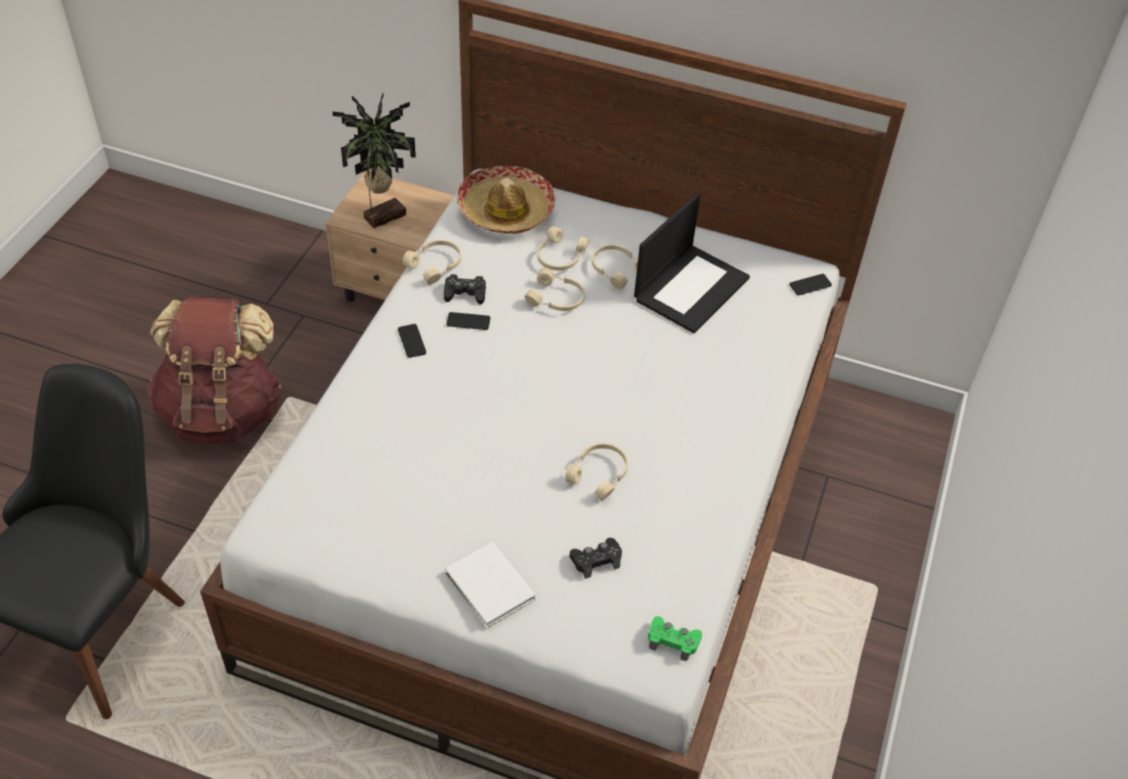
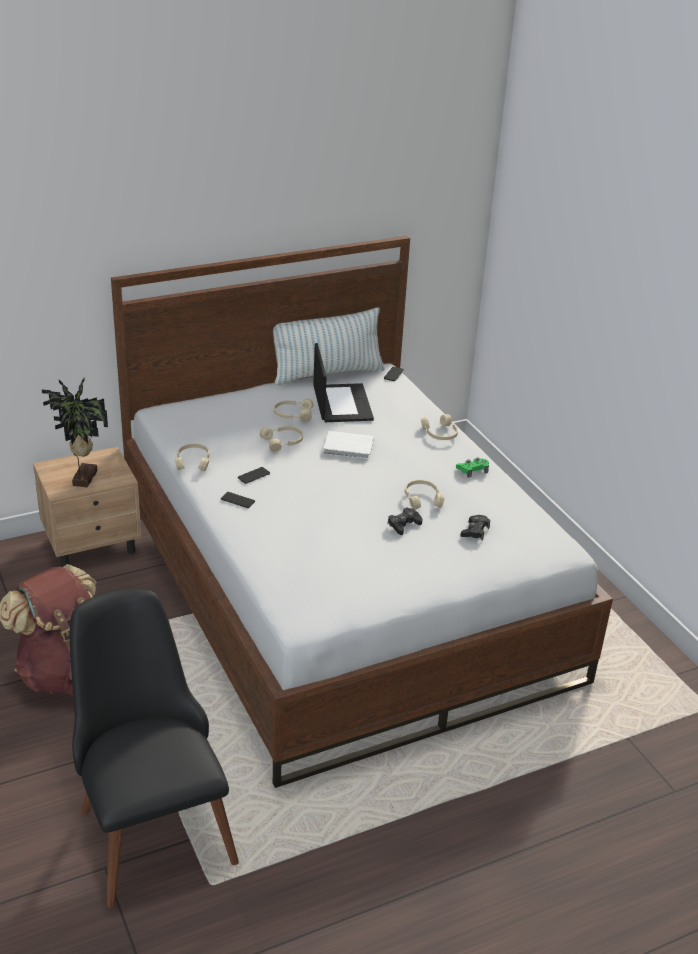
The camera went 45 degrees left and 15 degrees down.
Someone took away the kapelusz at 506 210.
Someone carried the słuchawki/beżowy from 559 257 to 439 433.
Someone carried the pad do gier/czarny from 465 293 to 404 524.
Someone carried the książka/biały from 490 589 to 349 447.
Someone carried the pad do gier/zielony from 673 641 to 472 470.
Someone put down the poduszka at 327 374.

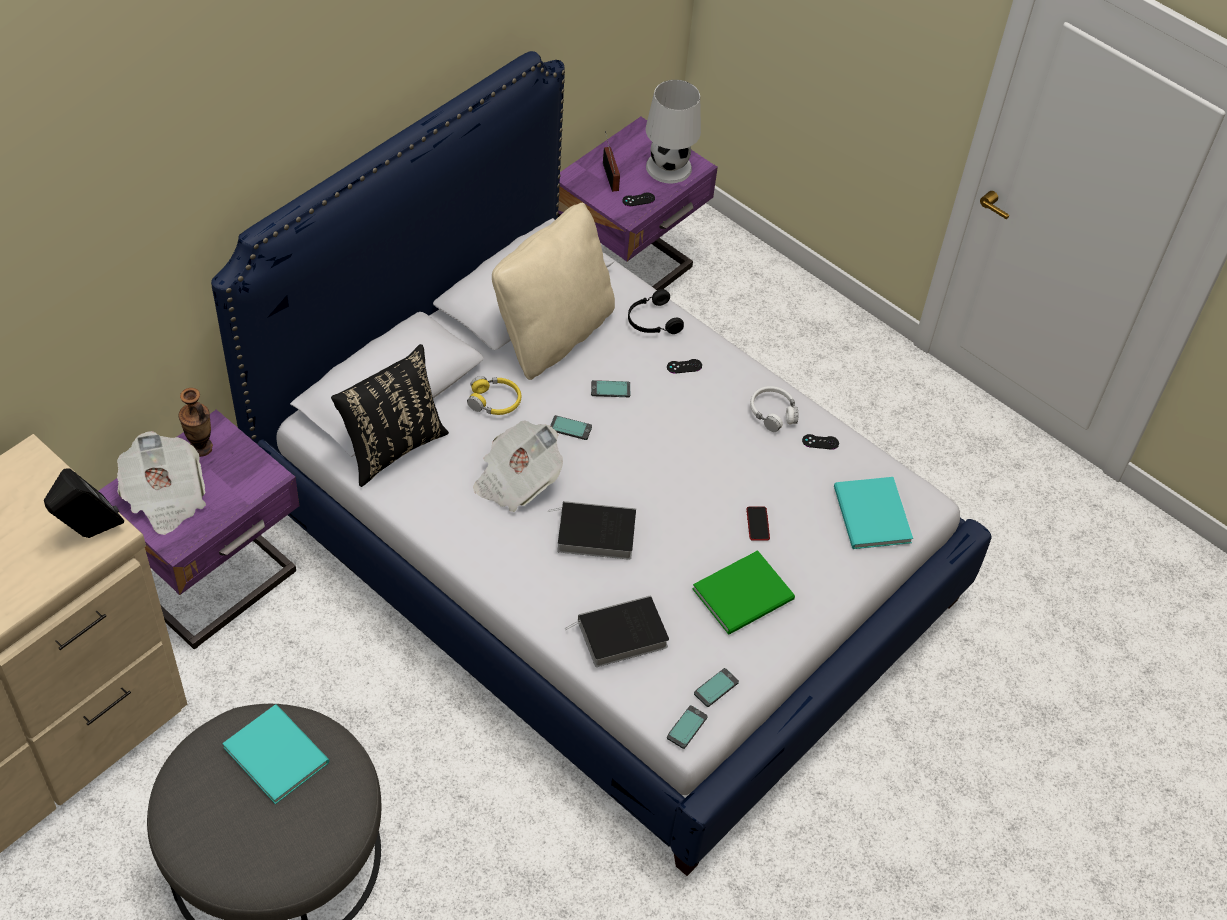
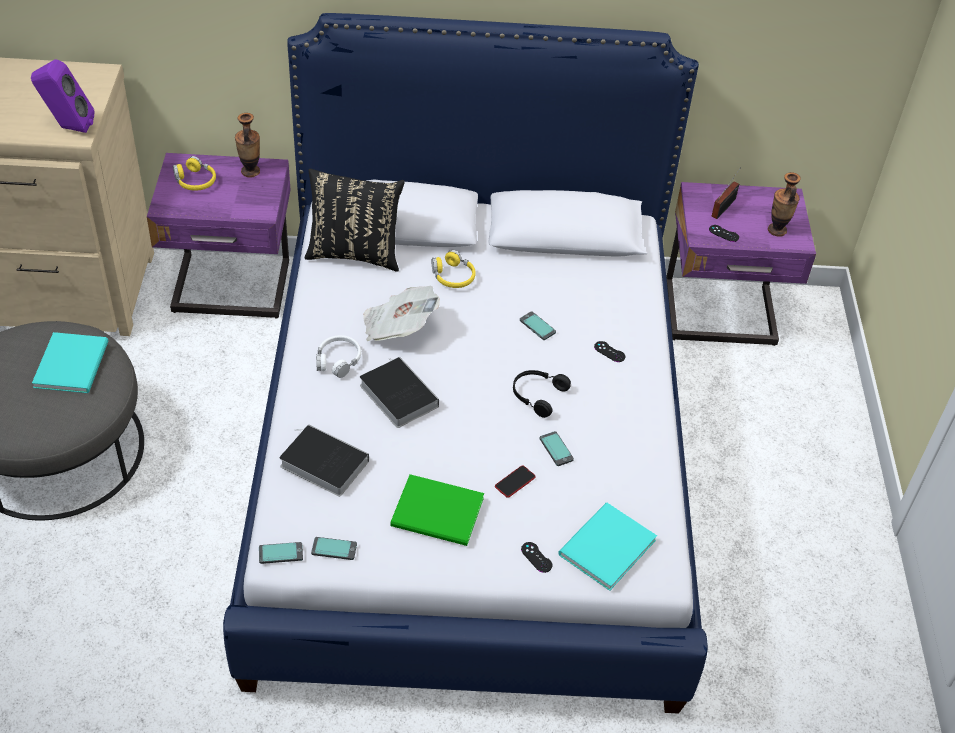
The camera went 50 degrees right and 5 degrees down.
Someone swapped the lampa stołowa/biały at 669 167 for the wazon at 777 230.
Someone took away the poduszka/beżowy at 553 334.
Someone carried the słuchawki/czarny from 652 321 to 537 395.
Someone carried the słuchawki/biały from 773 413 to 338 360.
Someone carried the telefon from 570 428 to 556 449.
Someone swapped the gazeta at 165 497 for the słuchawki/żółty at 195 181.
Someone carried the pad do gier/czarny from 820 442 to 536 557.
Someone repainted the głośnik/czarny at 90 533, which became the głośnik/fioletowy at 68 128.

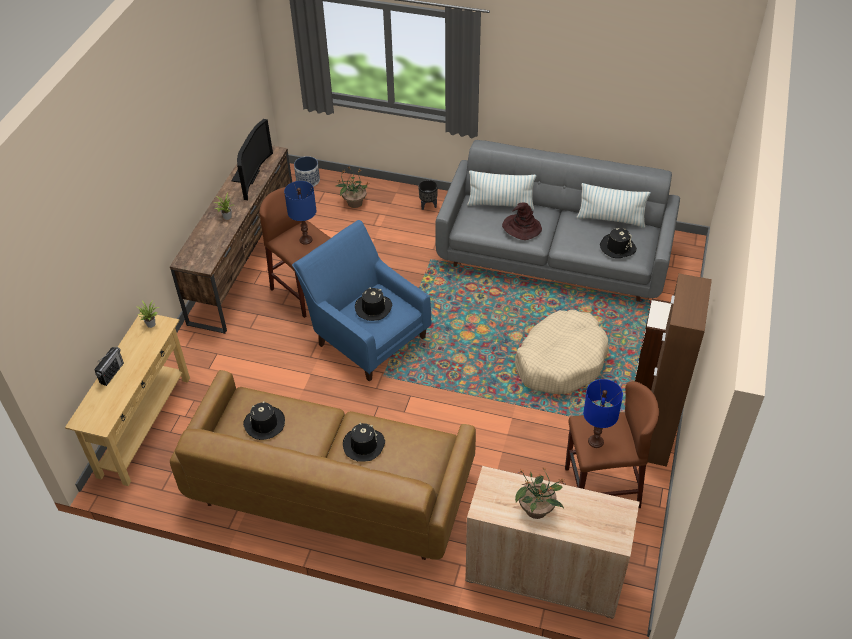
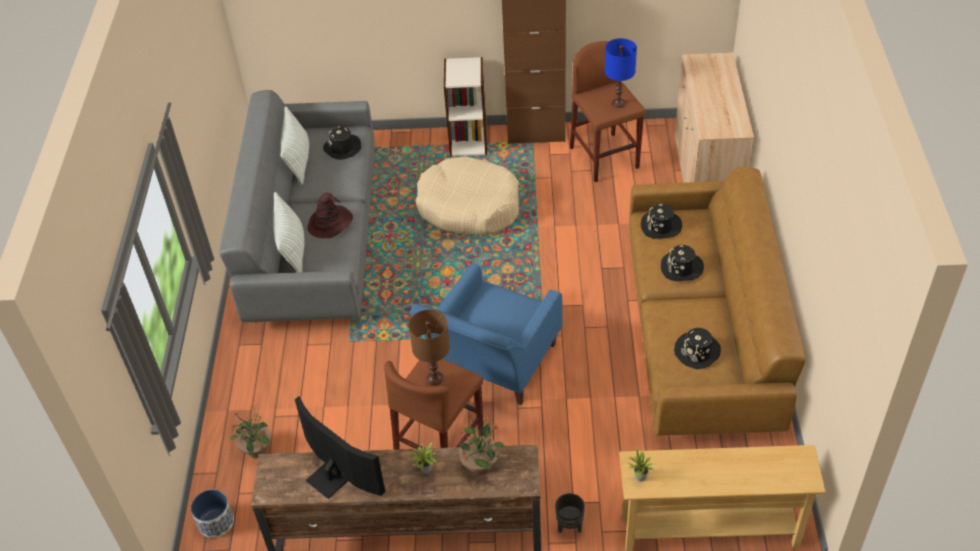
The camera went 105 degrees left and 0 degrees up.
Someone rotated the telewizor at 249 176 by 45 degrees clockwise.
Someone carried the donica/czarny from 428 205 to 570 526.
Someone repainted the lampa stołowa/niebieski at 305 240, which became the lampa stołowa/brązowy at 435 378.
Someone carried the kapelusz/czarny from 373 308 to 661 226.
Someone took away the radio at 112 373.
Someone carried the roślina doniczkowa from 537 509 to 480 464.

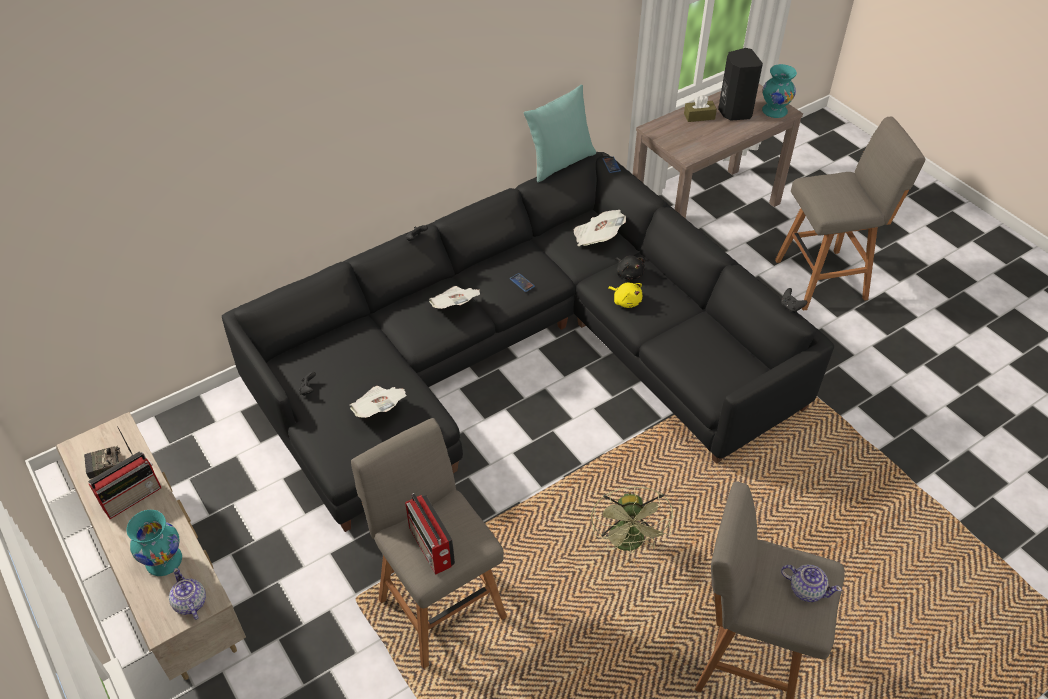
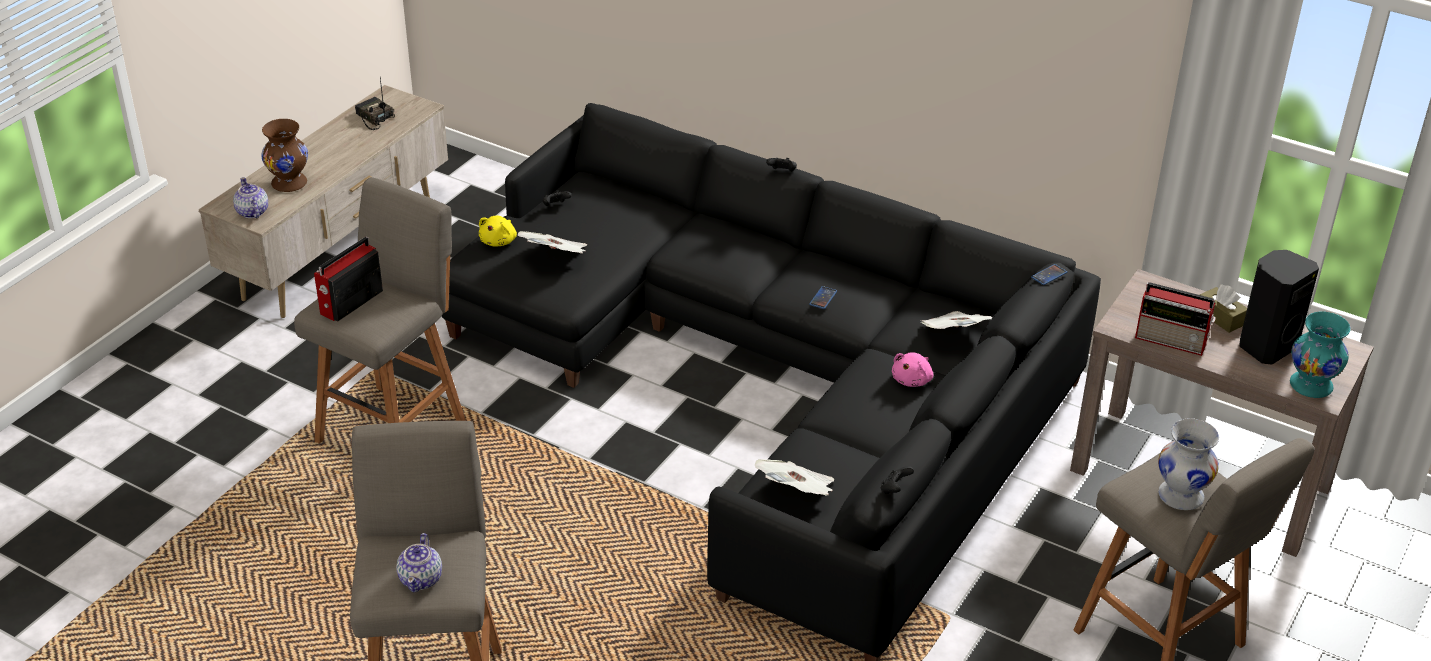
The camera went 65 degrees right and 10 degrees down.
Someone took away the poduszka/turkusowy at 560 163.
Someone repainted the pluszak/czarny at 629 273, which became the pluszak/różowy at 912 380.
Someone carried the pluszak/żółty from 626 301 to 499 241.
Someone carried the gazeta from 455 306 to 797 492.
Someone carried the radio from 133 496 to 1172 341.
Someone took away the wentylator/zielony at 629 543.
Someone repainted the wazon/turkusowy at 163 561, which became the wazon/brązowy at 288 183.
Someone rotated the imbryk at 190 603 by 60 degrees counterclockwise.
Someone put down the wazon/biały at 1180 495.

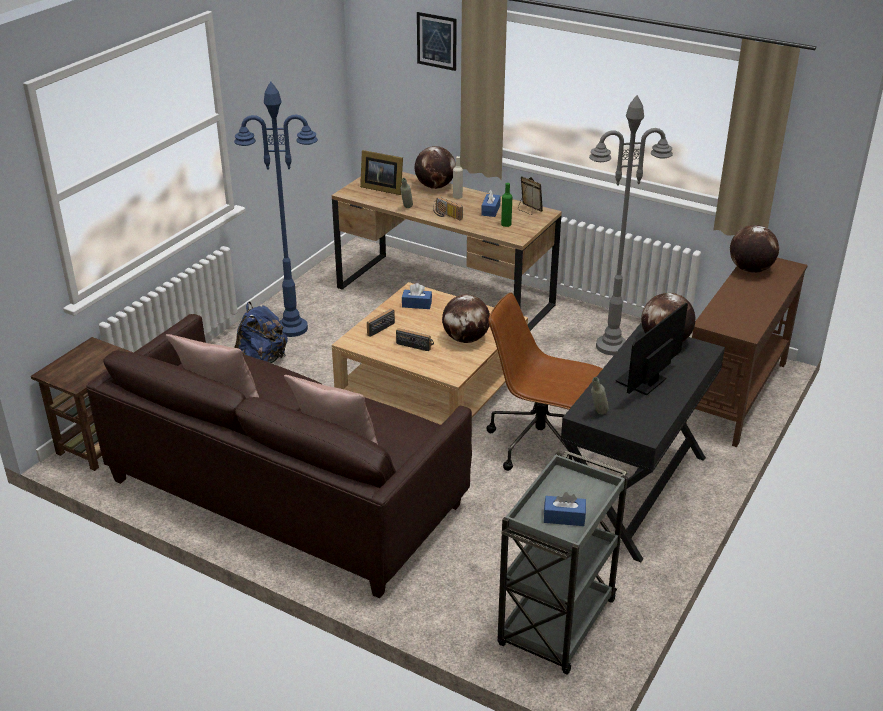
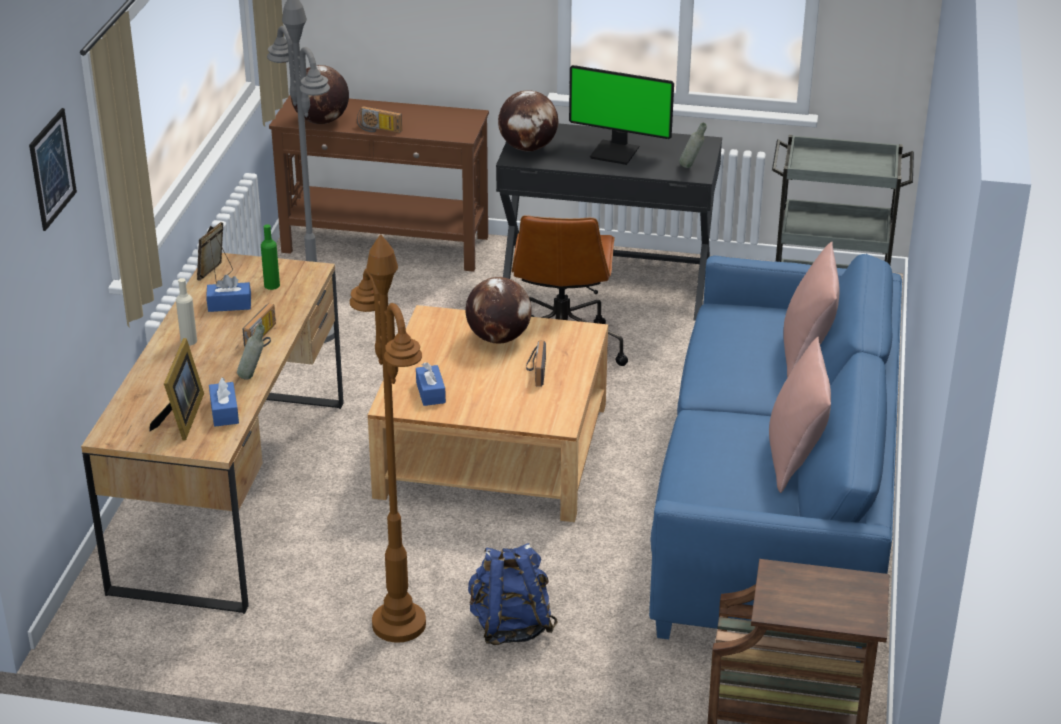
The camera went 110 degrees left and 0 degrees up.
Someone repainted the lampa stojąca/niebieski at 292 328, which became the lampa stojąca/brązowy at 398 623.
Someone took away the globus at 435 186.
Someone carried the radio from 379 327 to 378 129.
Someone repainted the kanapa/brązowy at 285 491, which became the kanapa/niebieski at 776 510.
Someone carried the pudełko chusteczek/niebieski from 564 517 to 224 412.

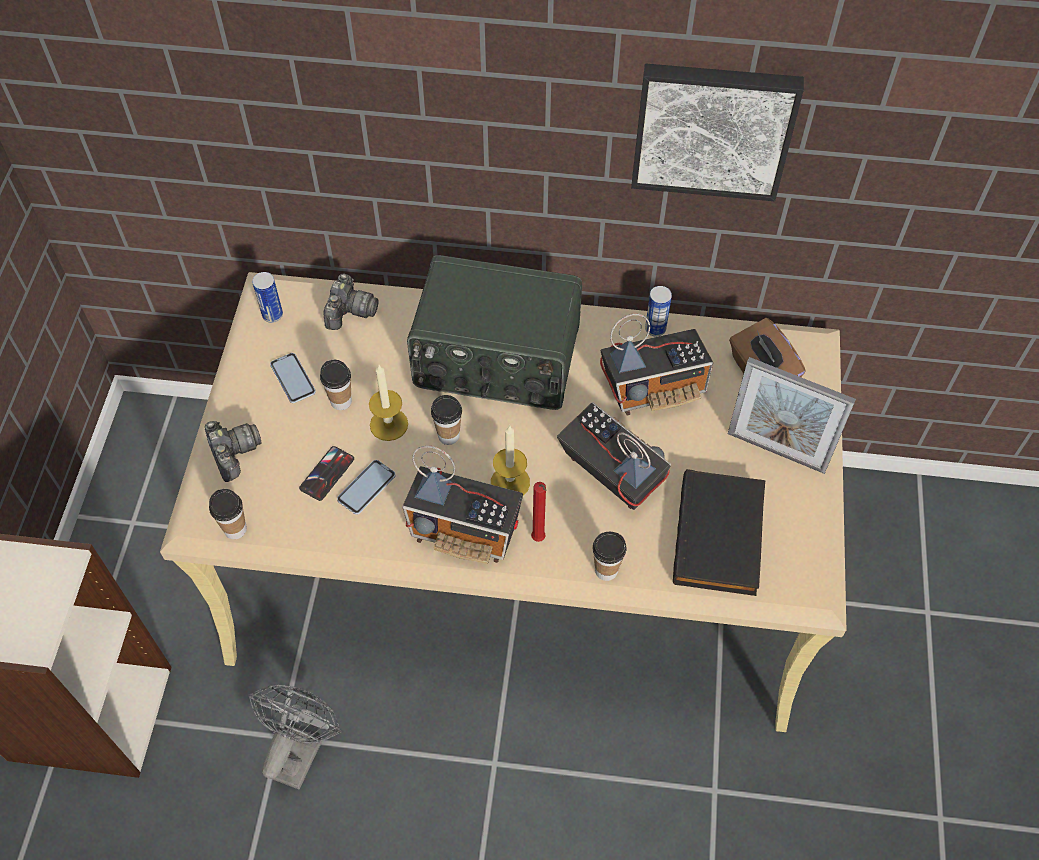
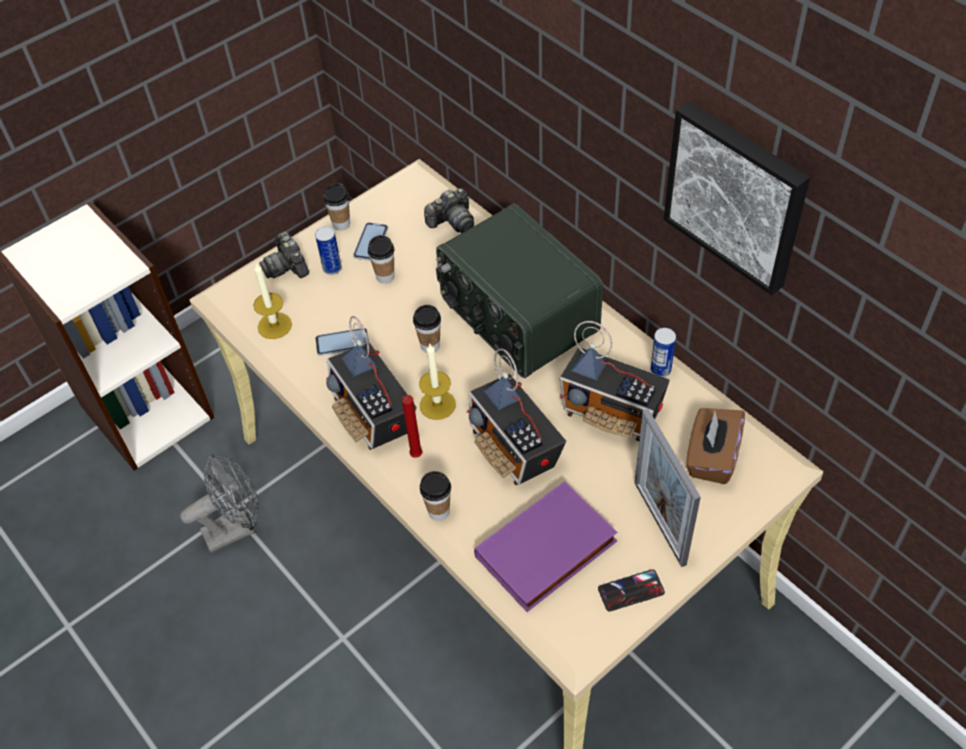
The camera went 45 degrees right and 5 degrees down.
Someone carried the puszka from 272 315 to 332 268.
Someone carried the świeca from 389 424 to 274 325.
Someone rotated the radio at 611 473 by 150 degrees clockwise.
Someone rotated the aparat fotograficzny at 233 454 by 135 degrees clockwise.
Someone carried the telefon from 327 474 to 631 591.
Someone repainted the książka/czarny at 721 537, which became the książka/fioletowy at 547 552.
Someone carried the filiżanka from 235 529 to 341 224.

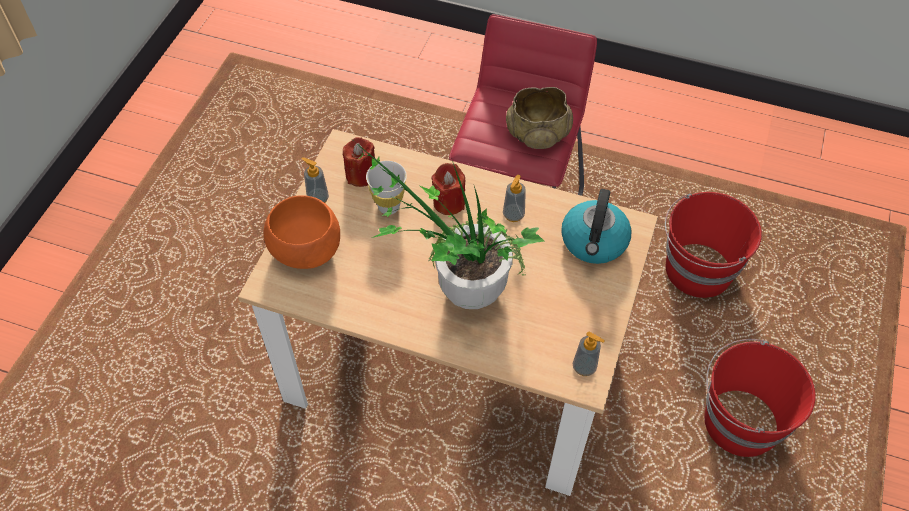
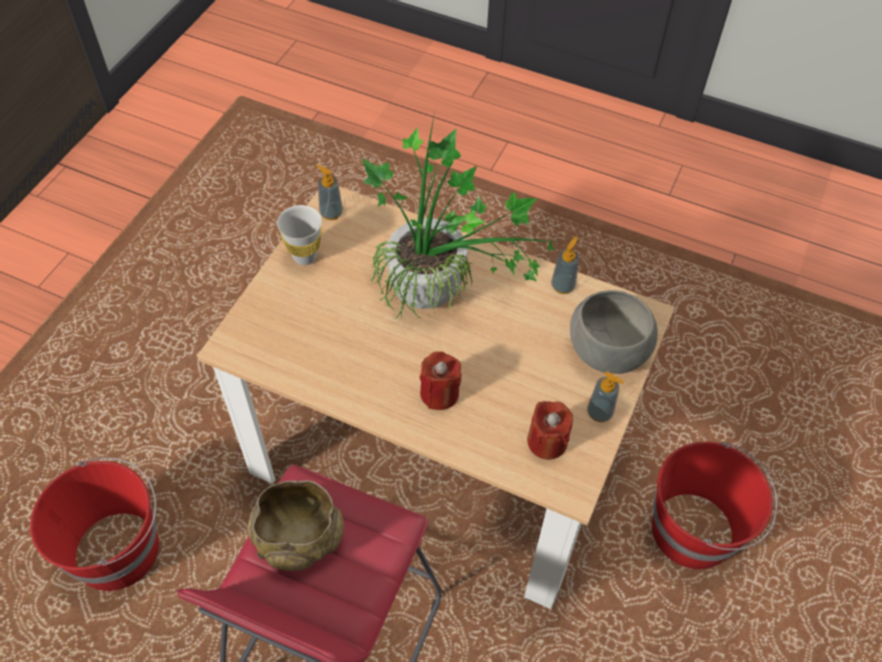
The camera went 175 degrees left and 0 degrees up.
Someone carried the filiżanka/biały from 388 206 to 305 256.
Someone carried the dozownik mydła from 513 215 to 563 286.
Someone took away the czajnik at 594 242.
Someone repainted the miska/pomarańczowy at 305 249, which became the miska/szary at 609 350.
Someone carried the wiadro/czerwony from 739 423 to 694 531.

